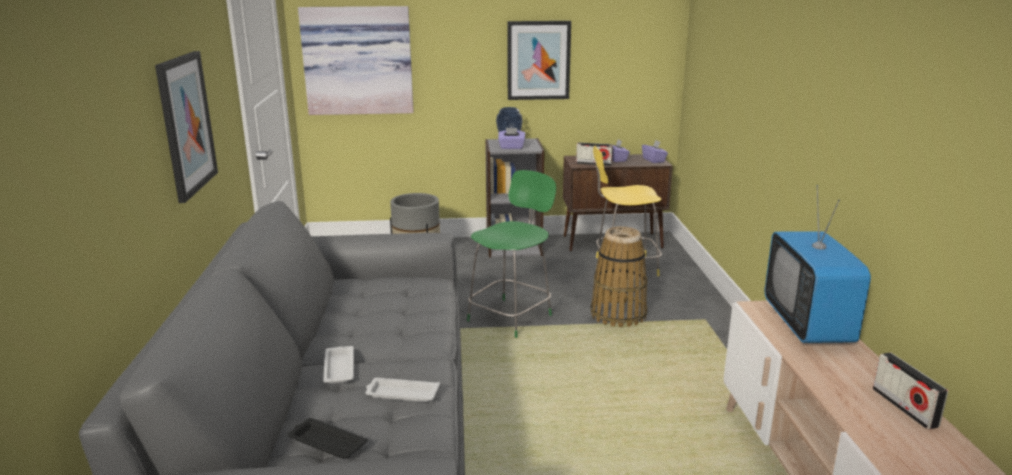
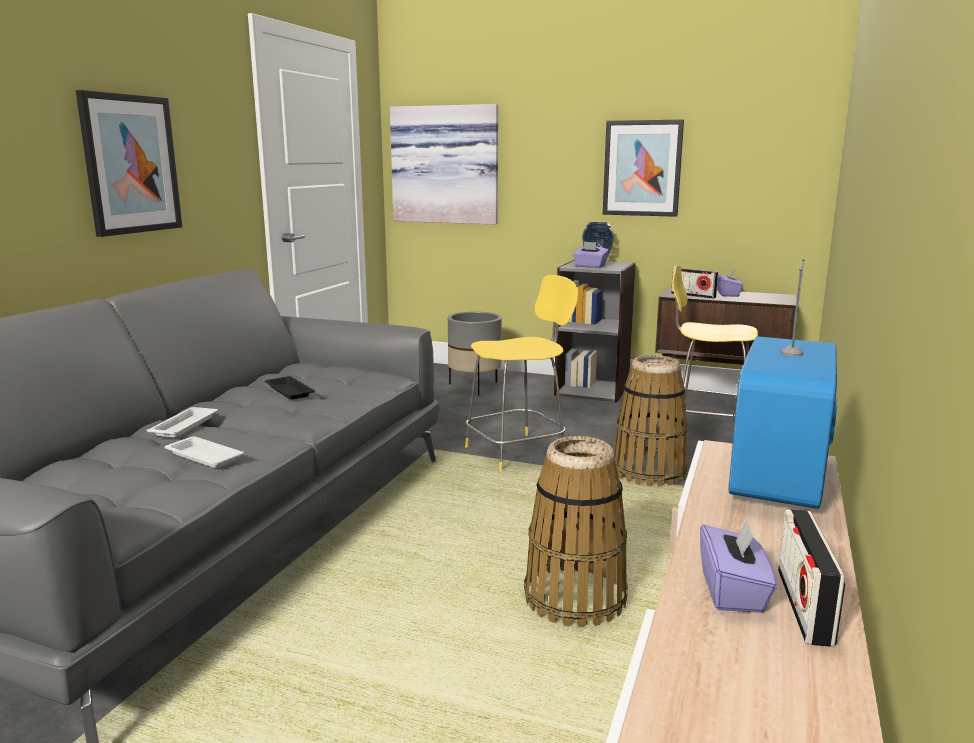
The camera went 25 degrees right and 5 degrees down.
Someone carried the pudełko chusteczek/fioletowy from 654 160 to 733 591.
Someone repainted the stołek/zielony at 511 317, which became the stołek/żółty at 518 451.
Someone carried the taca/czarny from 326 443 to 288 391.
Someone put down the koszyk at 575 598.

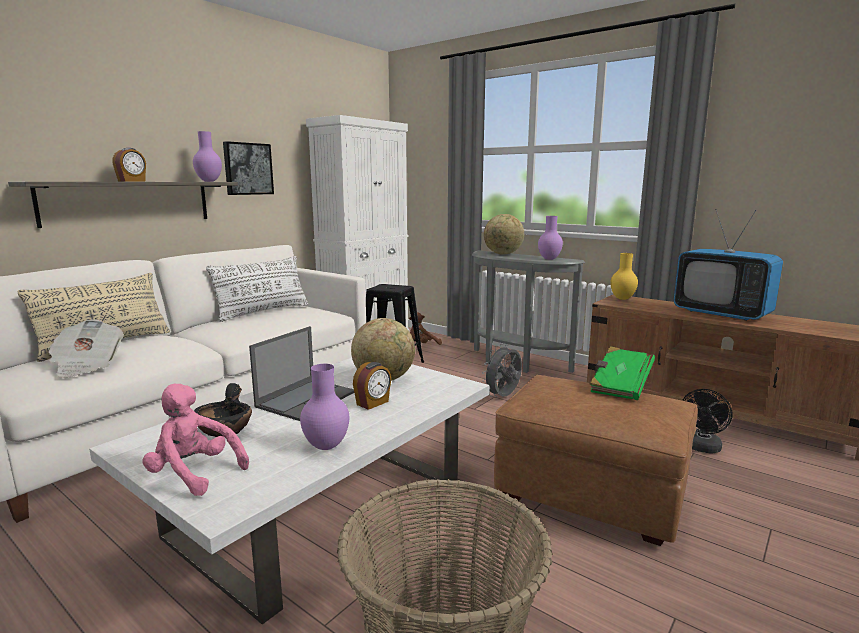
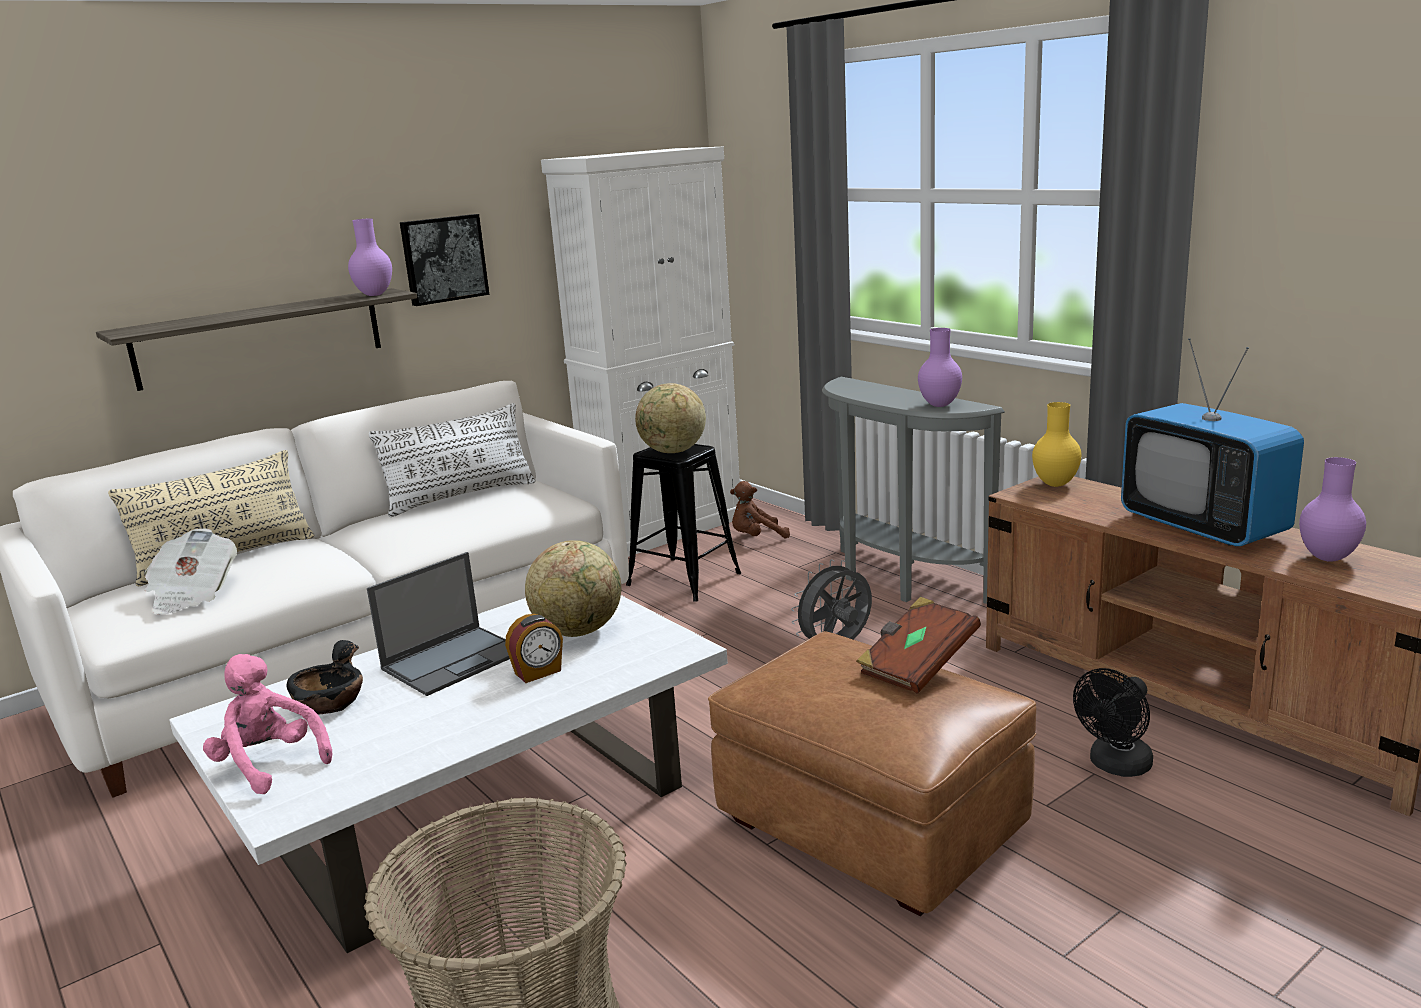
The camera went 15 degrees right and 5 degrees up.
Someone took away the budzik at 132 181.
Someone carried the globus from 503 254 to 673 452.
Someone repainted the książka/zielony at 619 386, which became the książka/brązowy at 917 665.
Someone carried the wazon/fioletowy from 325 446 to 1326 558.

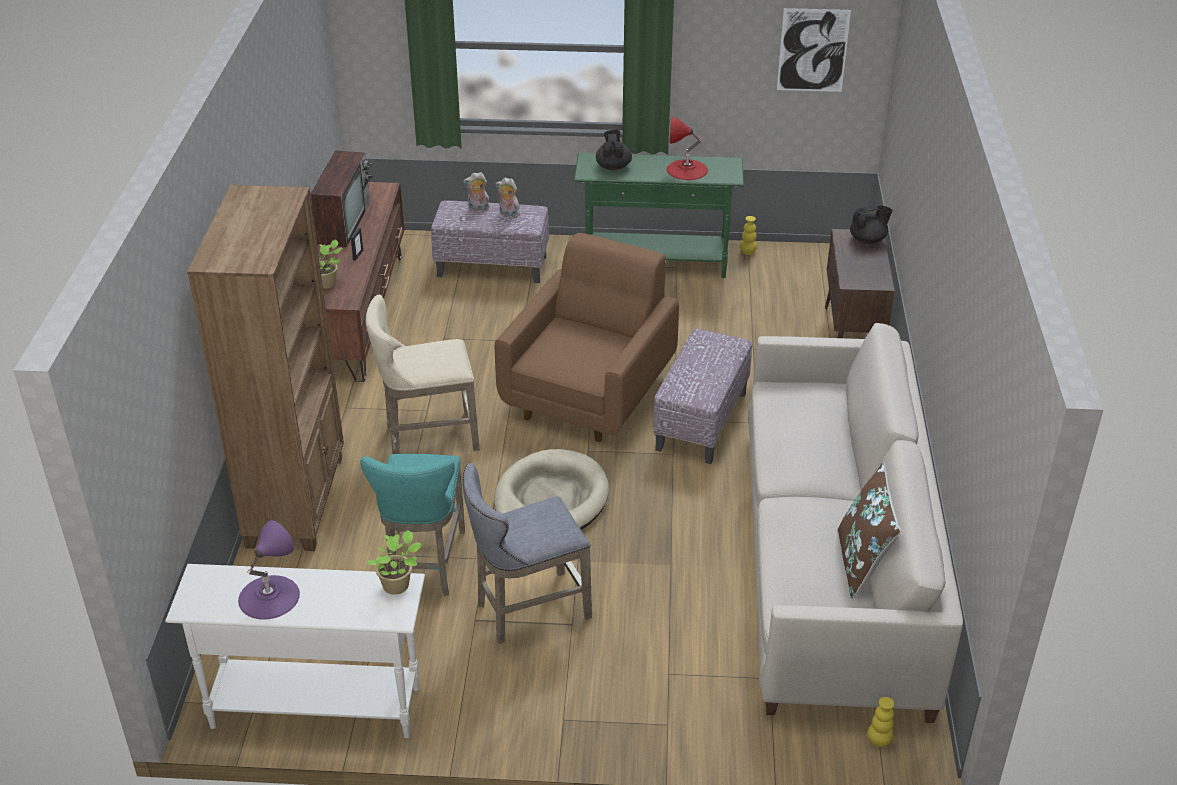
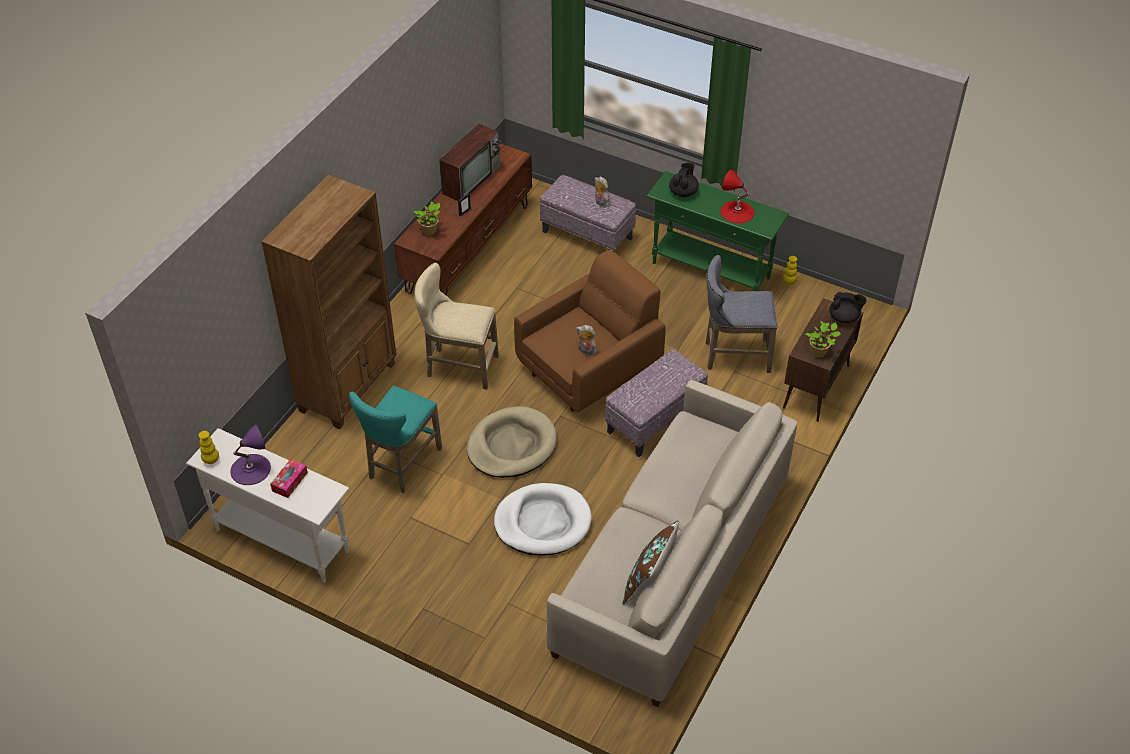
The camera went 25 degrees right and 10 degrees up.
Someone took away the obraz at 813 50.
Someone carried the pluszak from 478 209 to 586 351.
Someone carried the stołek/szary from 526 611 to 733 355.
Someone carried the roślina doniczkowa from 398 586 to 819 352.
Someone carried the wazon/żółty from 879 741 to 211 460.
Someone put down the pudełko chusteczek at 290 482.
Someone put down the legowisko/biały at 542 522.

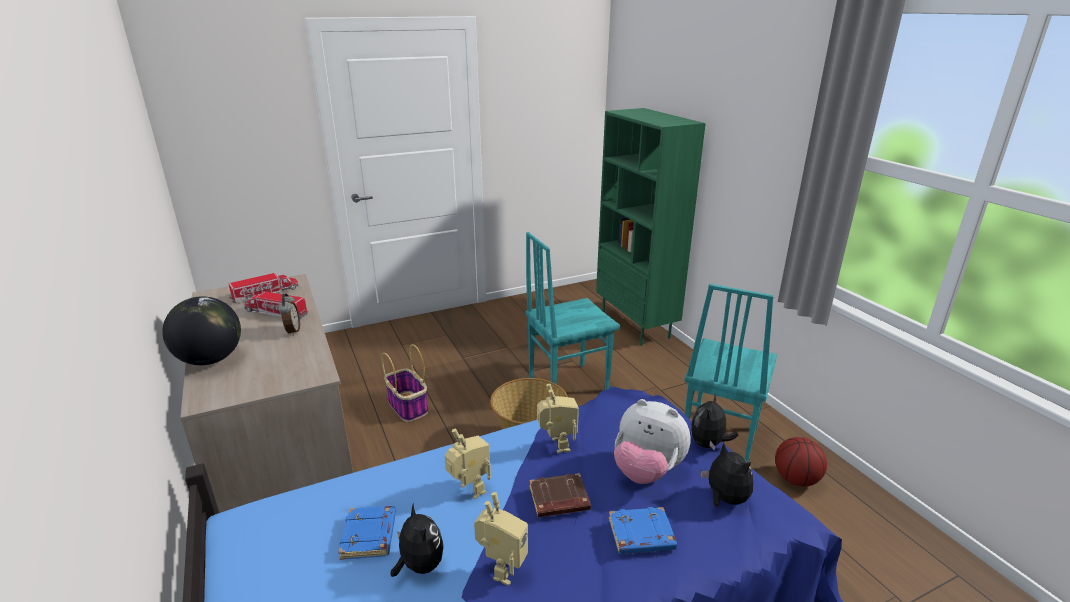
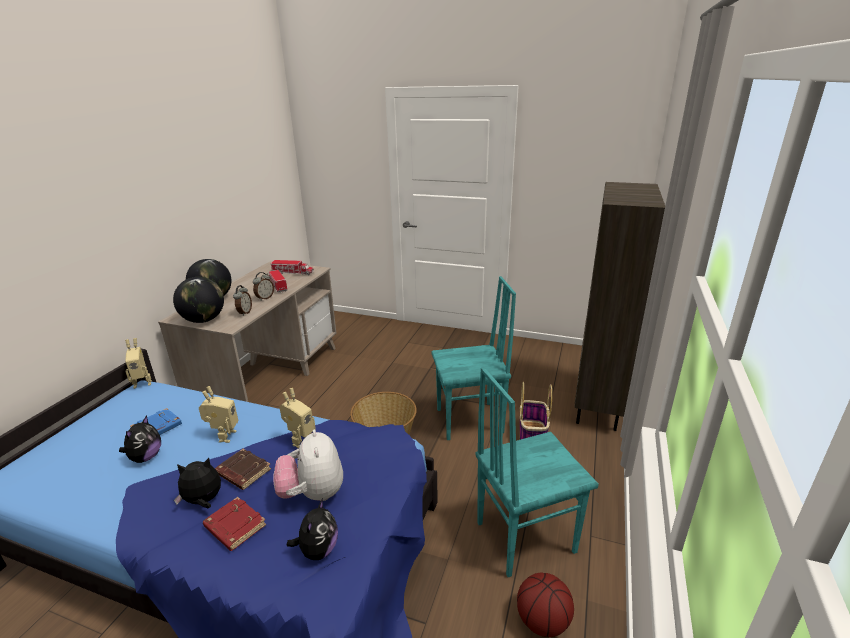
The camera went 45 degrees right and 0 degrees up.
Someone repainted the regał/zielony at 636 325, which became the regał/brązowy at 598 405.
Someone rotated the krzesło/turkusowy at 567 384 by 150 degrees clockwise.
Someone carried the koszyk from 408 407 to 532 435.
Someone carried the pluszak from 708 444 to 203 501.
Someone carried the robot zabawkowy from 502 569 to 143 383.
Someone repainted the książka/niebieski at 640 536, which became the książka/czerwony at 234 527.
Someone put down the globus at 204 320.
Someone put down the budzik at 244 313.

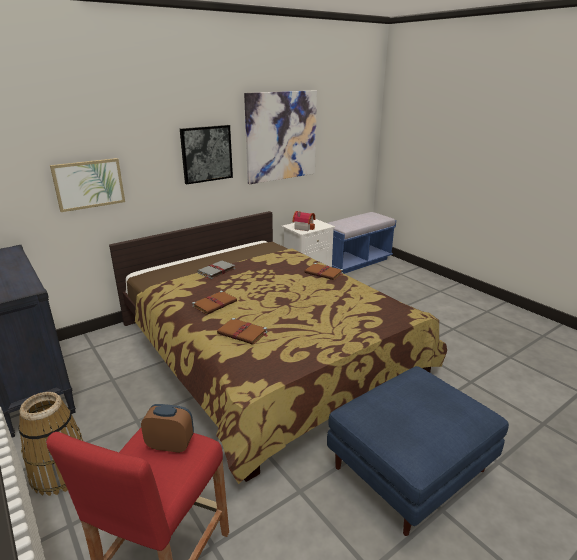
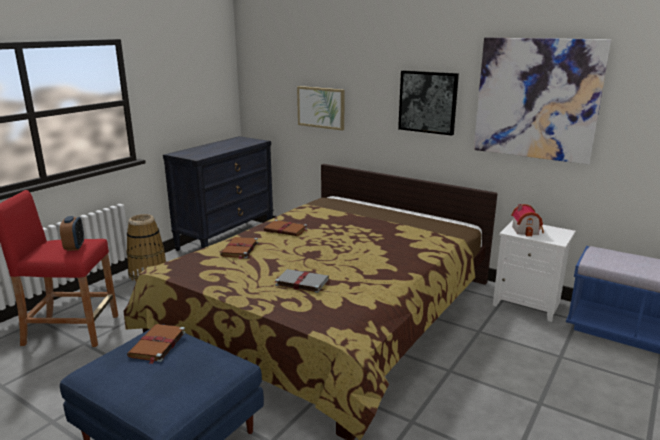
The camera went 70 degrees right and 5 degrees down.
Someone carried the książka/szary from 216 271 to 301 282.
Someone carried the książka/brązowy from 324 273 to 157 345.

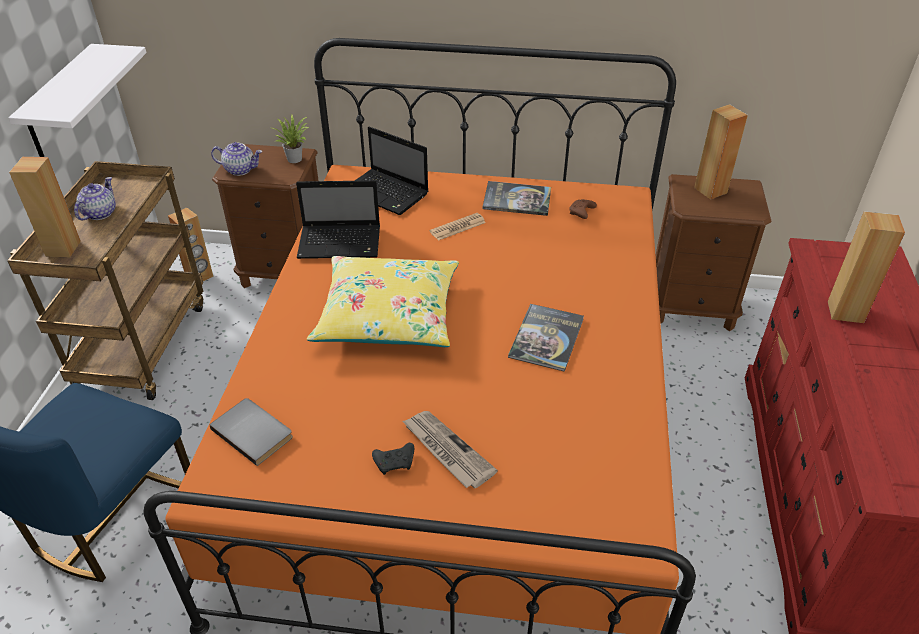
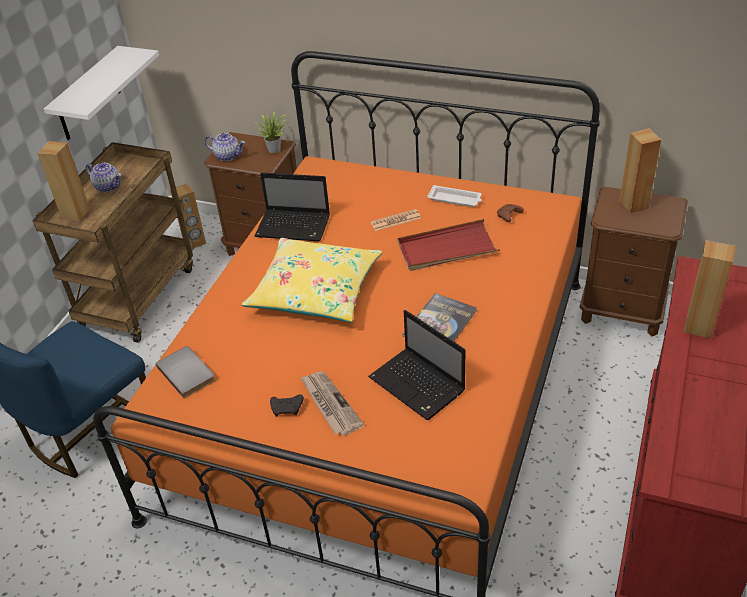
The camera went 15 degrees right and 0 degrees up.
Someone carried the laptop from 387 193 to 418 385.
Someone rotated the imbryk at 99 213 by 90 degrees clockwise.
Someone swapped the książka at 517 199 for the taca/biały at 455 199.
Someone put down the taca/czerwony at 447 249.

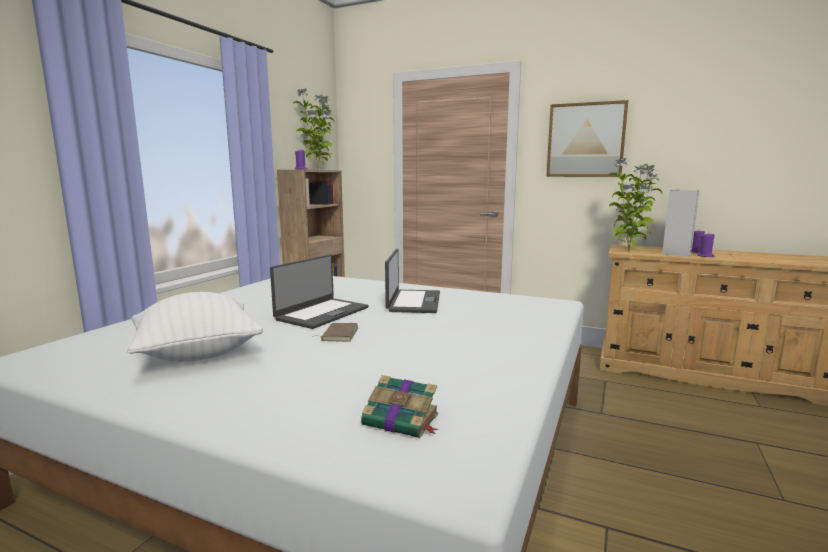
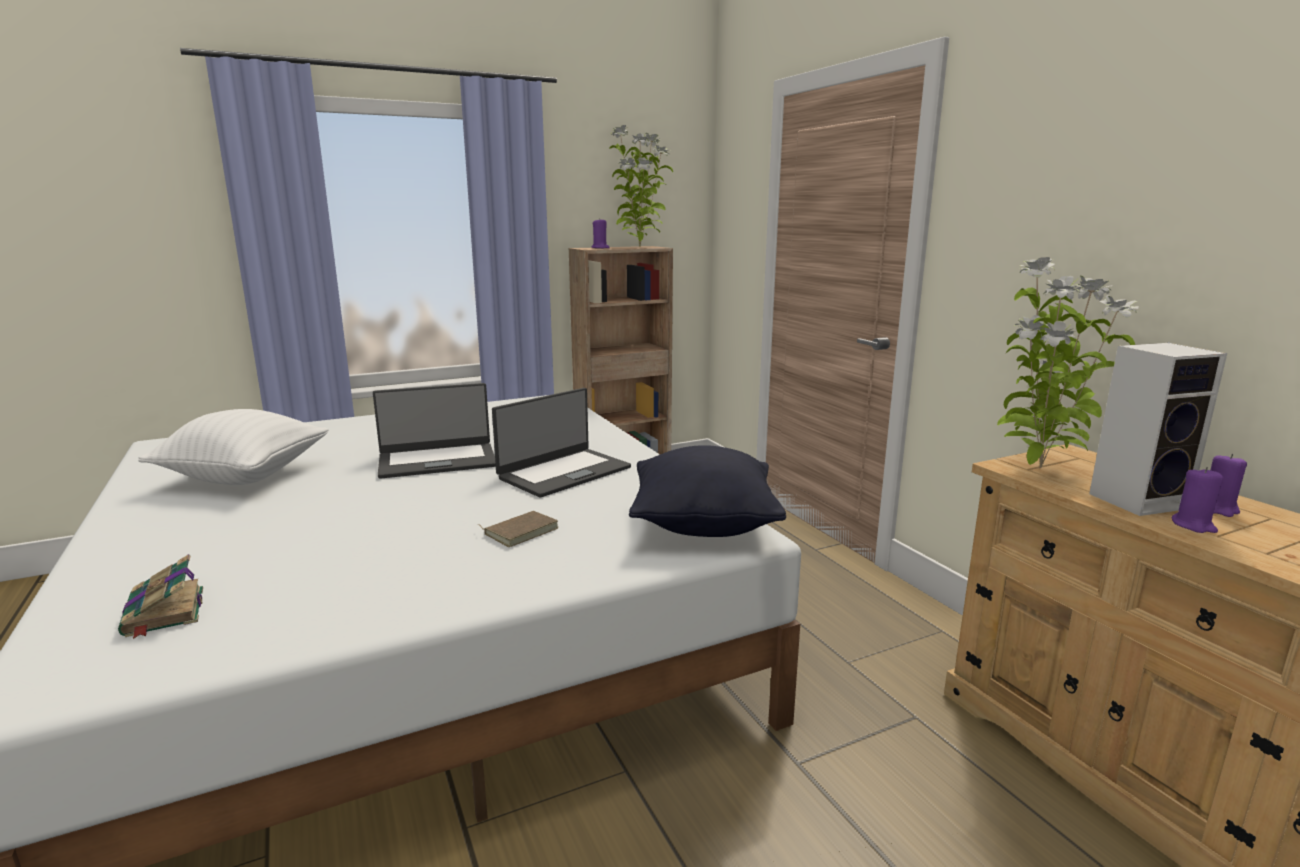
The camera went 40 degrees right and 5 degrees up.
Someone took away the obraz at 585 140.
Someone carried the książka/brązowy from 338 334 to 520 531.
Someone put down the poduszka/czarny at 703 525.

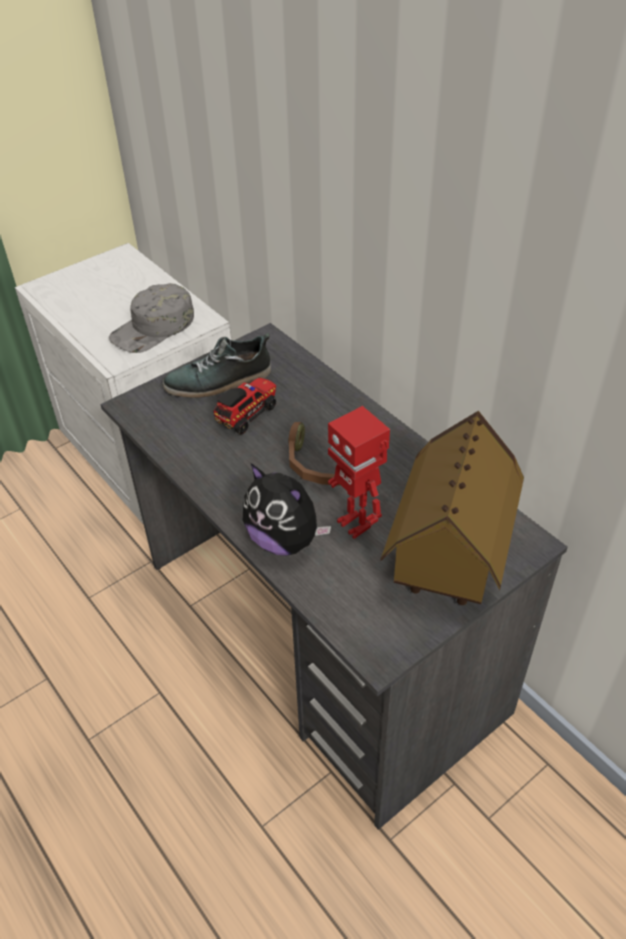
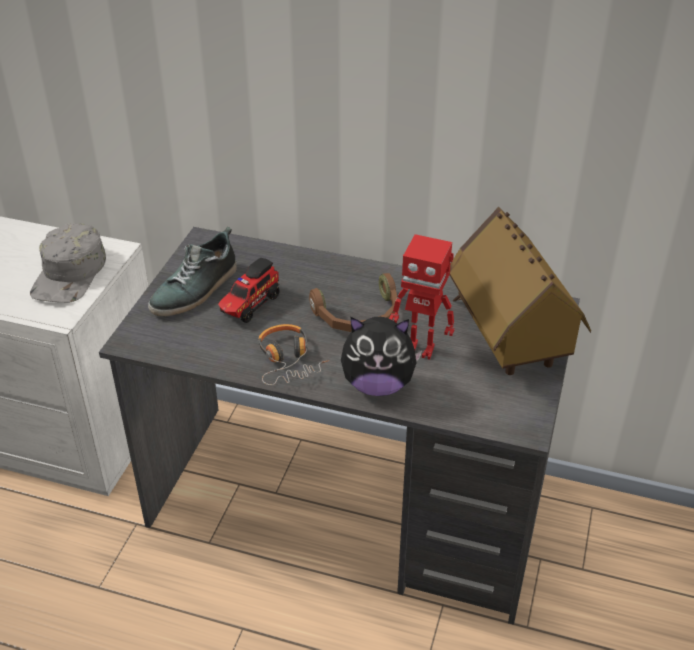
The camera went 35 degrees left and 5 degrees down.
Someone rotated the ciężarówka zabawkowa at 247 414 by 150 degrees counterclockwise.
Someone put down the słuchawki at 288 361.

